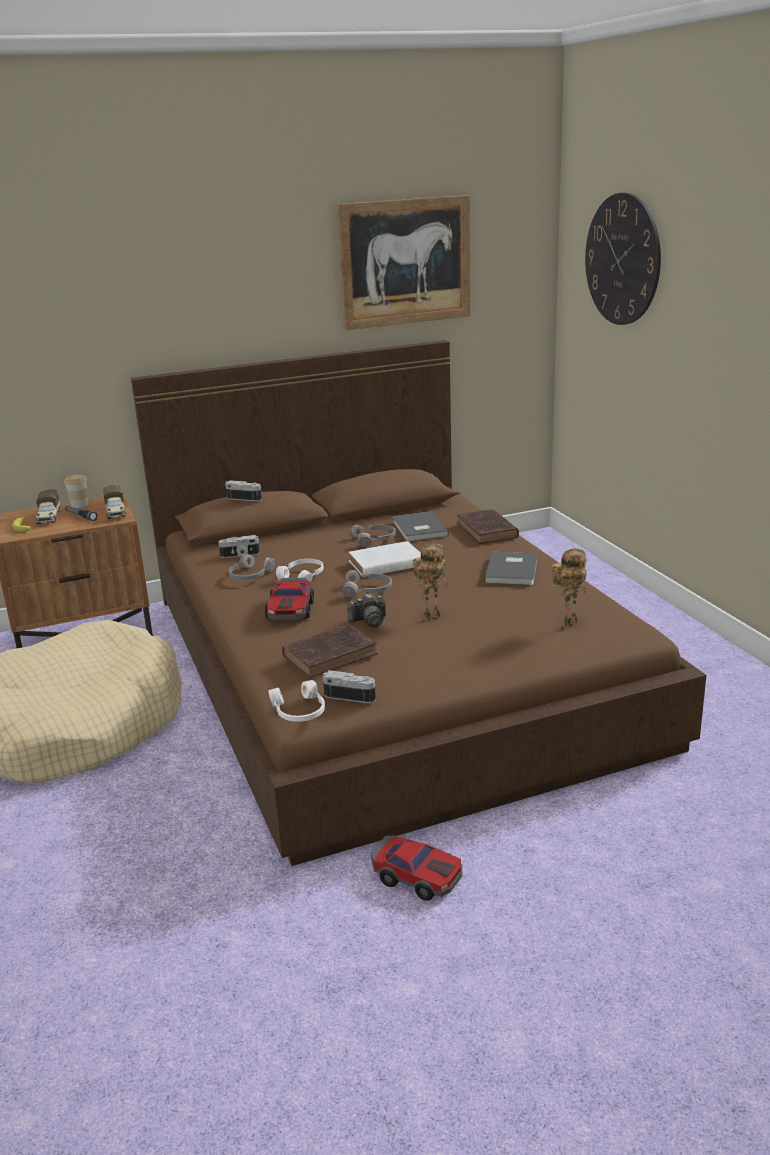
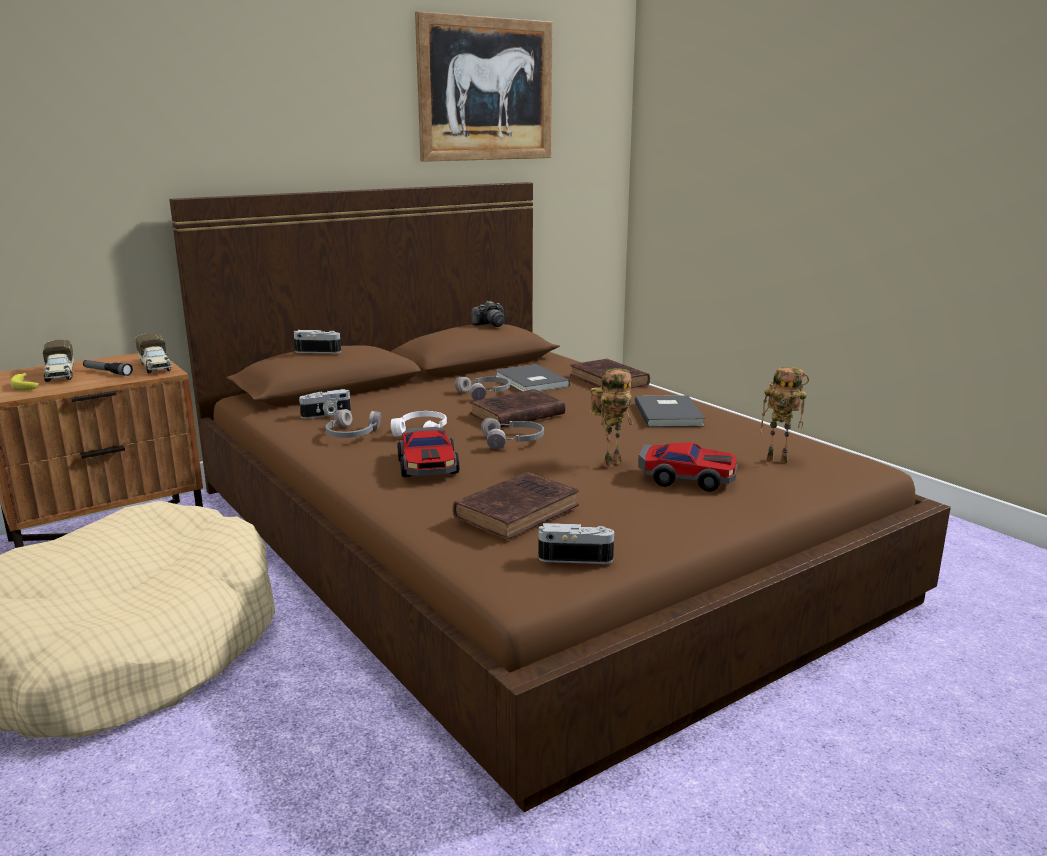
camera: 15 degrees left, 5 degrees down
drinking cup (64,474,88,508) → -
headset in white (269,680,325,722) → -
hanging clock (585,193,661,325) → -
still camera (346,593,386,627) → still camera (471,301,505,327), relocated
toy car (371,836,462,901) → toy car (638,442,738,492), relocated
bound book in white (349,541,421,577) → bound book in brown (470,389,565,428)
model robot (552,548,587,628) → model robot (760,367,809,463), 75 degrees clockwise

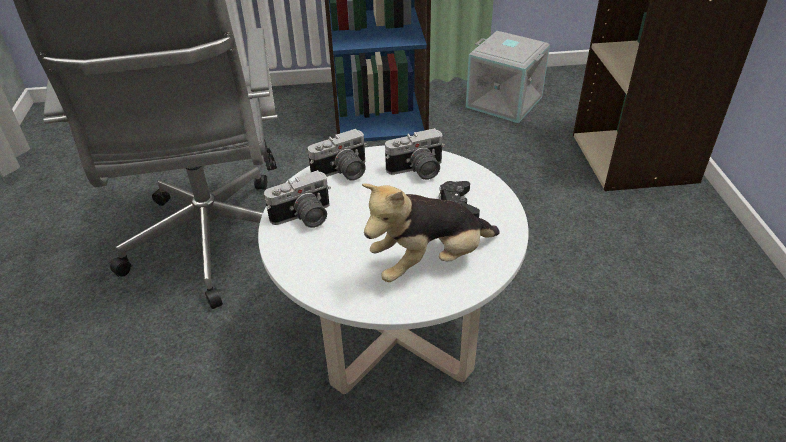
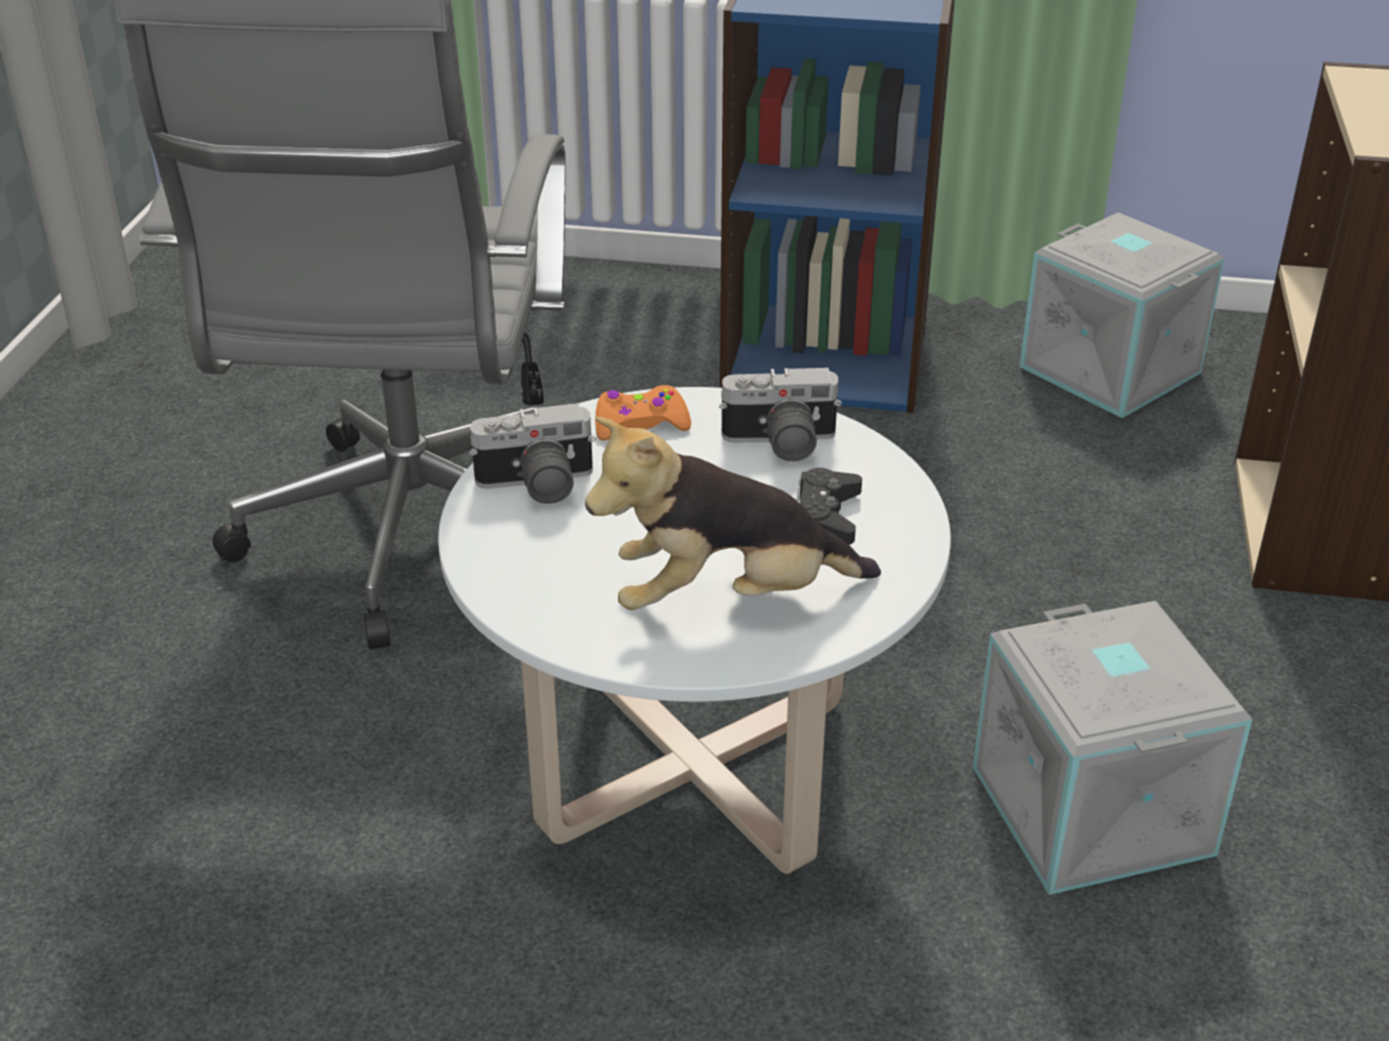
camera: 15 degrees right, 5 degrees down
- → storage bin in gray (973,601,1253,895)
still camera (308,129,367,181) → game controller in orange (595,385,691,440)

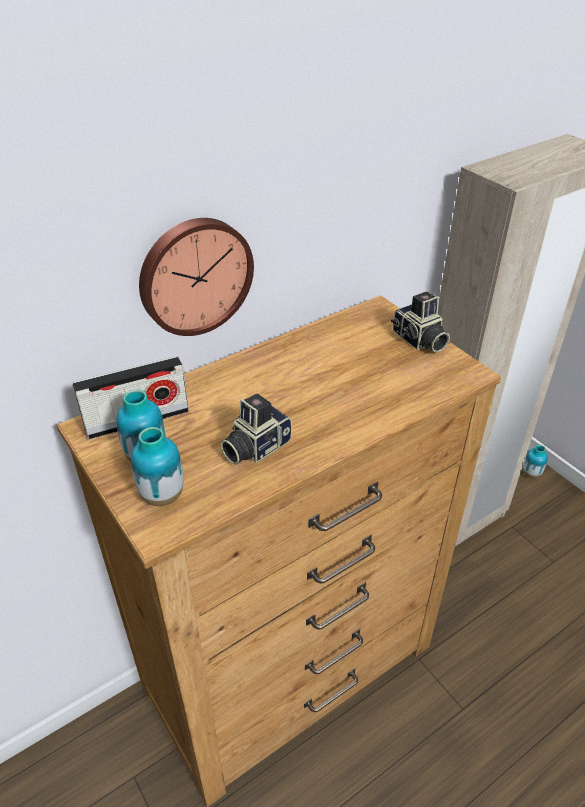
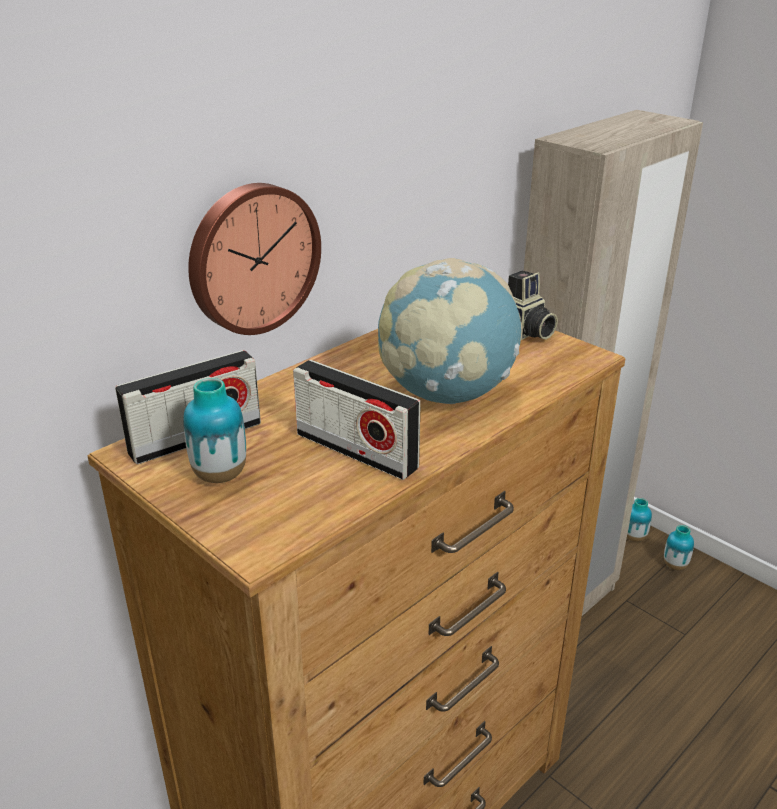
camera: 10 degrees left, 10 degrees down
- → desk globe (378,258,523,404)
vase (131,427,183,506) → vase (664,525,694,570), relocated
still camera (220,393,292,465) → radio set (293,360,420,480)

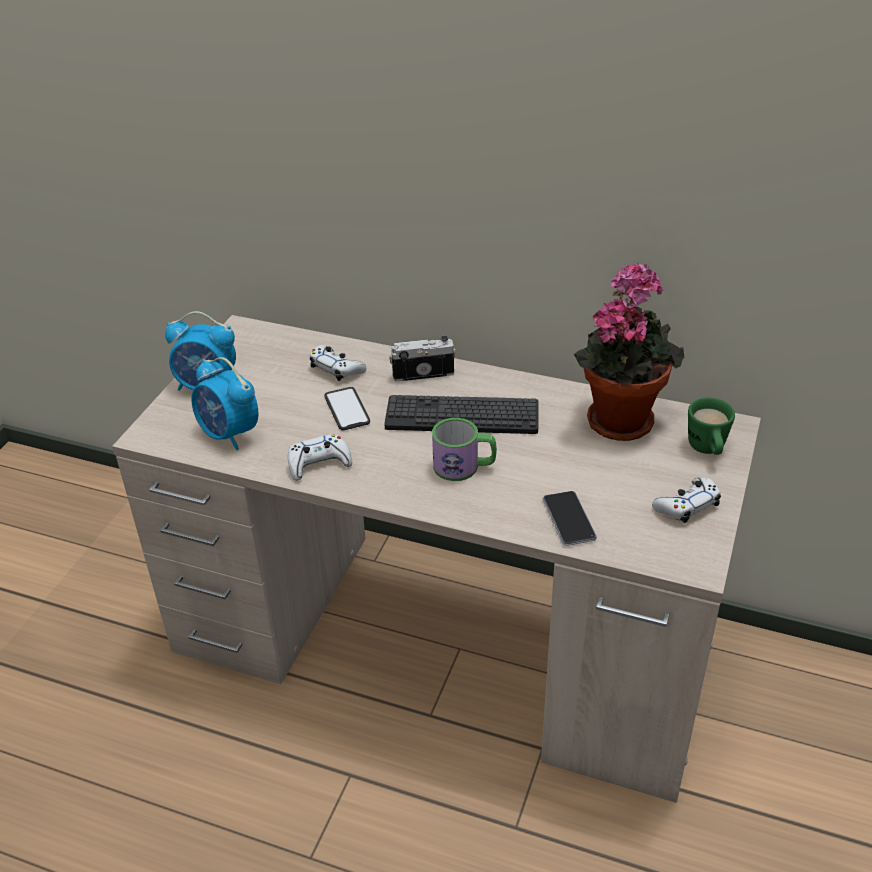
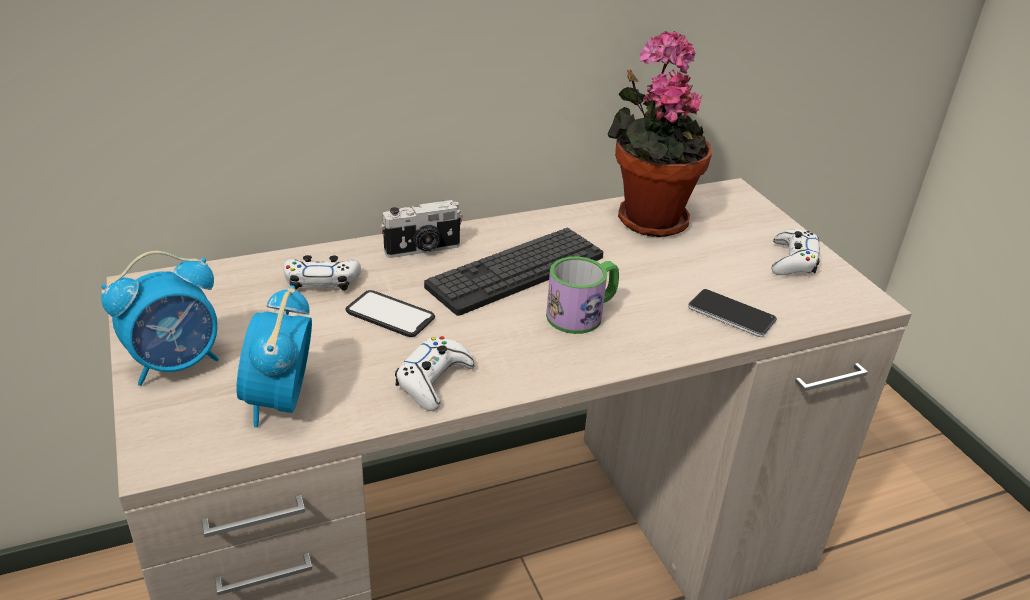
camera: 45 degrees left, 5 degrees down
coffee mug in green (688,397,735,455) → -
table clock (191,357,259,450) → table clock (236,285,312,428), 90 degrees clockwise
still camera (389,335,456,382) → still camera (380,200,463,258), 150 degrees counterclockwise

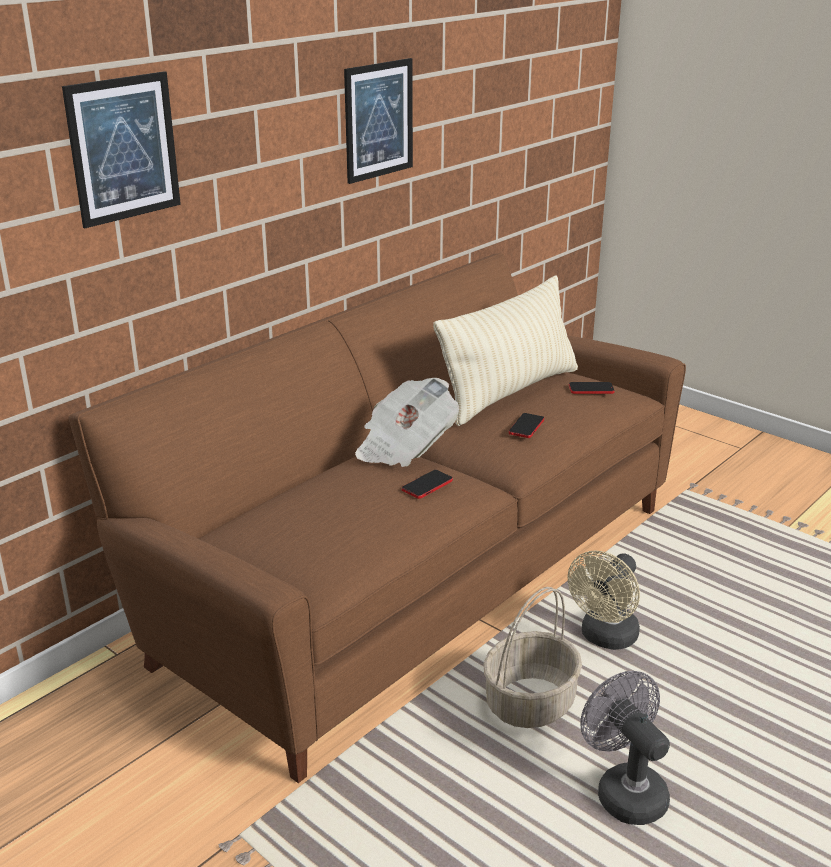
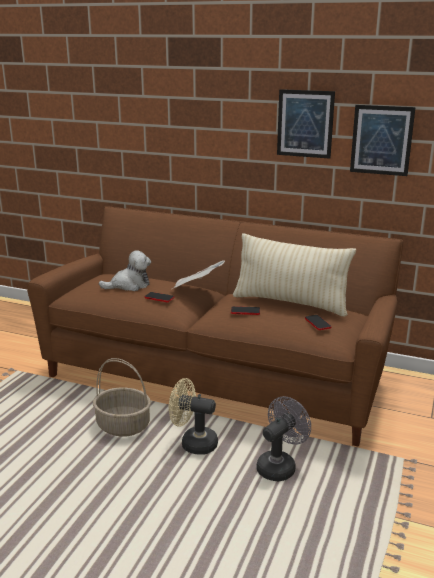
camera: 70 degrees right, 5 degrees down
- → plush toy (99,250,151,291)
wall picture (62,71,181,228) → wall picture (350,105,416,176), relocated
fan in gray (581,671,670,825) → fan in gray (257,396,311,481), relocated

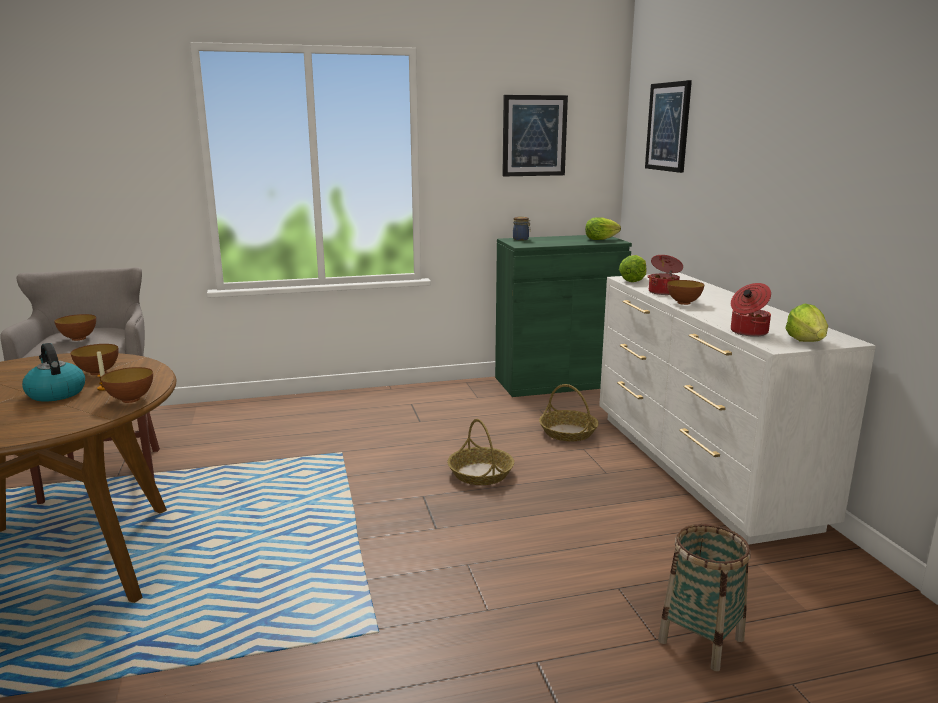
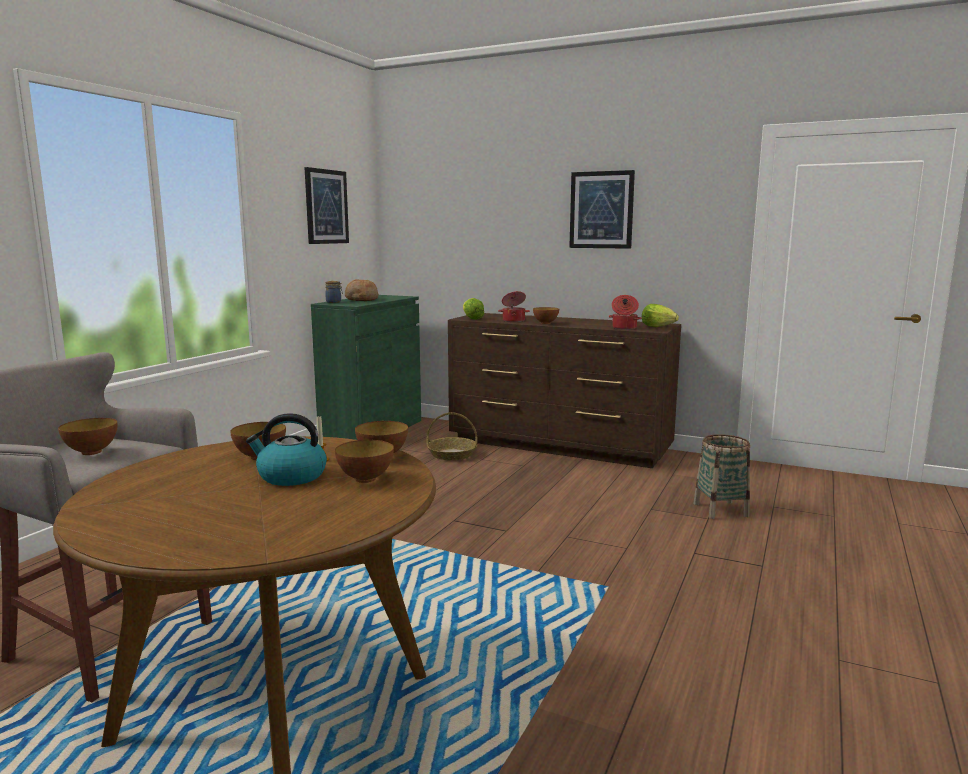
camera: 50 degrees left, 5 degrees down
basket (447,419,514,485) → -
head of lettuce (585,217,621,240) → -
- → deep dish (335,440,394,483)
- → baked bread (345,279,378,301)
wall picture (645,80,692,173) → wall picture (569,170,635,249), relocated
chest of drawers in white (599,273,876,545) → chest of drawers in brown (448,313,681,468)

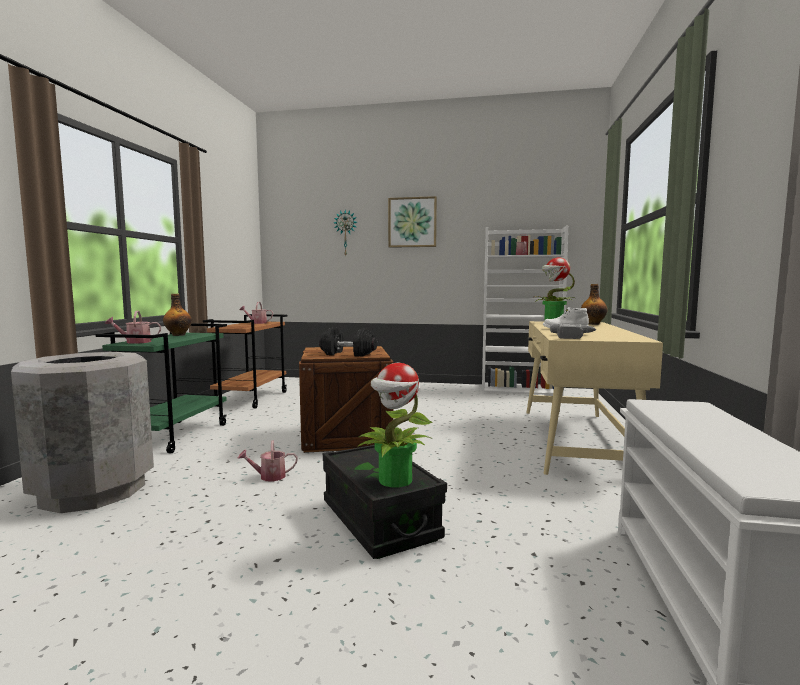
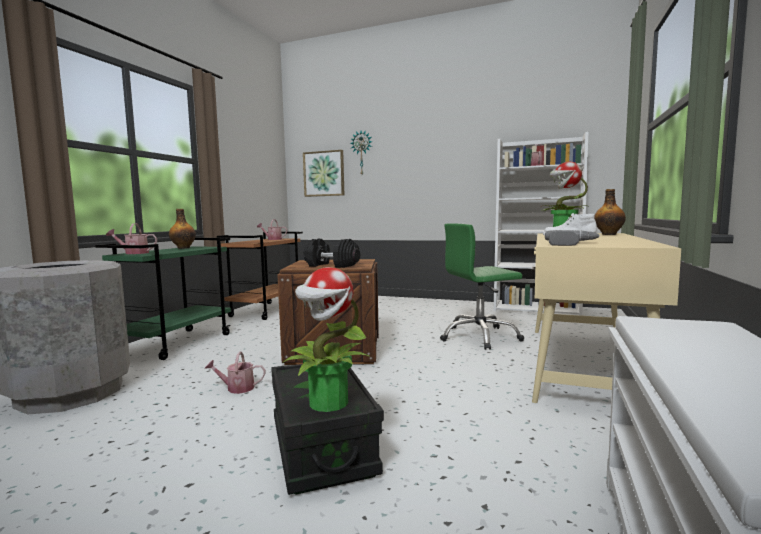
camera: 10 degrees right, 0 degrees up
- → computer chair in green (440,223,524,350)
wall picture (388,196,437,248) → wall picture (303,150,344,197), relocated

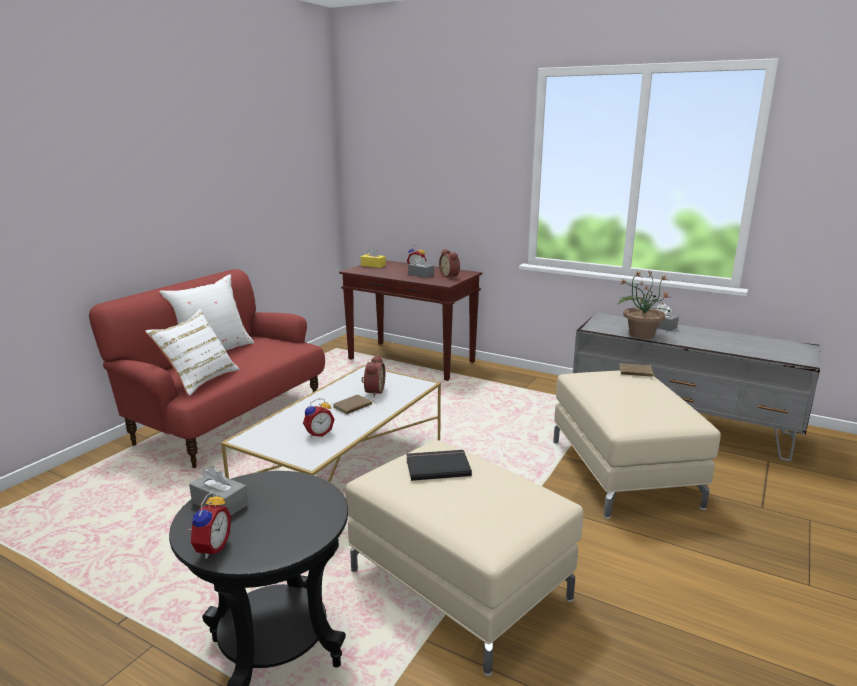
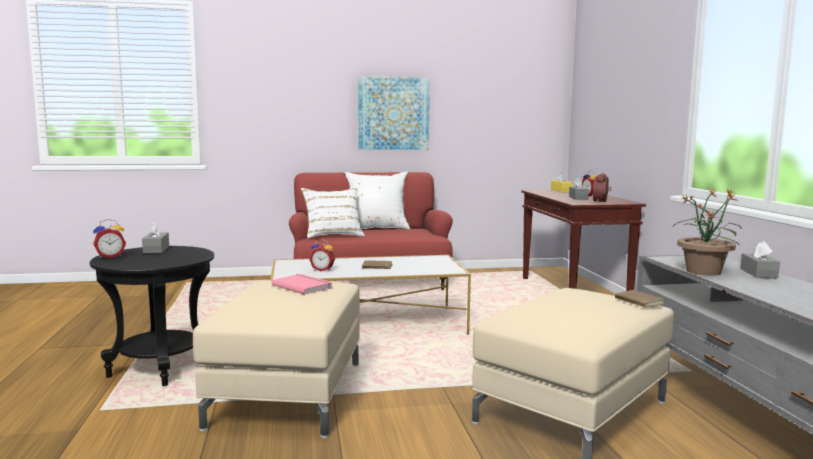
camera: 50 degrees right, 10 degrees down
table clock (362,355,385,397) → -
- → wall picture (358,76,430,150)
bound book in black (406,450,472,481) → bound book in pink (272,274,333,295)

